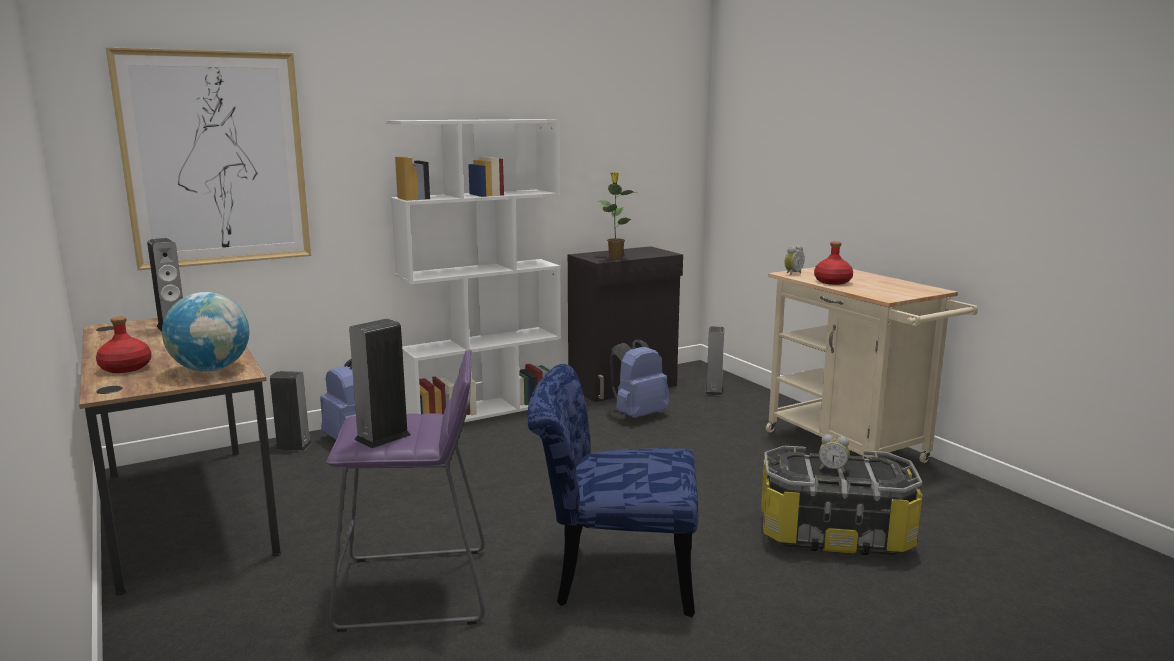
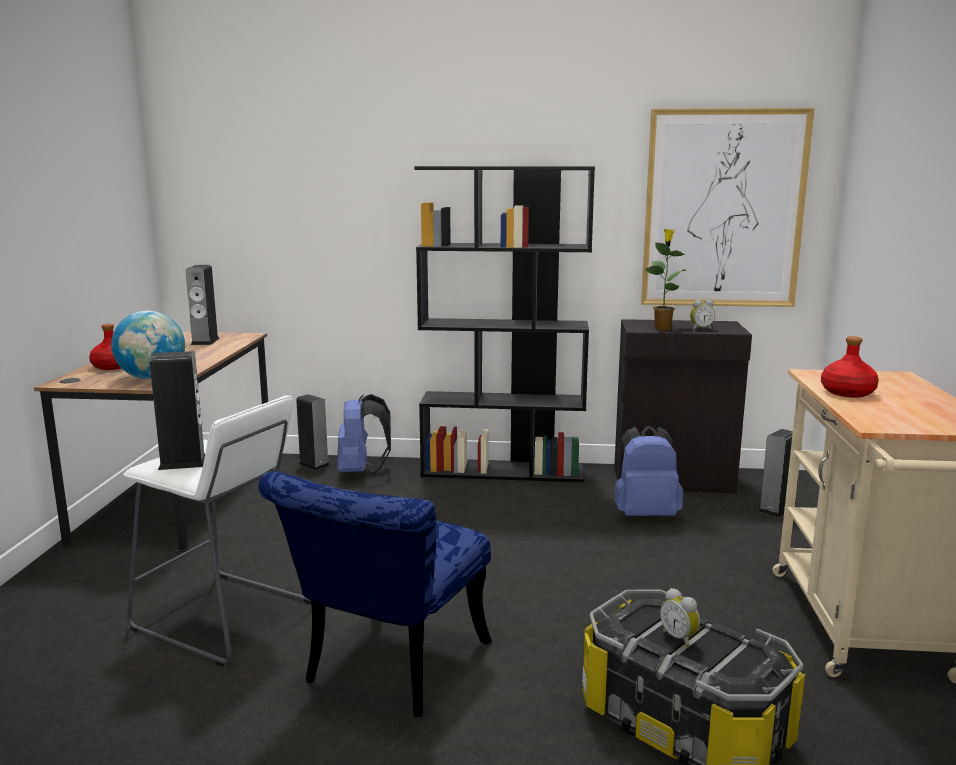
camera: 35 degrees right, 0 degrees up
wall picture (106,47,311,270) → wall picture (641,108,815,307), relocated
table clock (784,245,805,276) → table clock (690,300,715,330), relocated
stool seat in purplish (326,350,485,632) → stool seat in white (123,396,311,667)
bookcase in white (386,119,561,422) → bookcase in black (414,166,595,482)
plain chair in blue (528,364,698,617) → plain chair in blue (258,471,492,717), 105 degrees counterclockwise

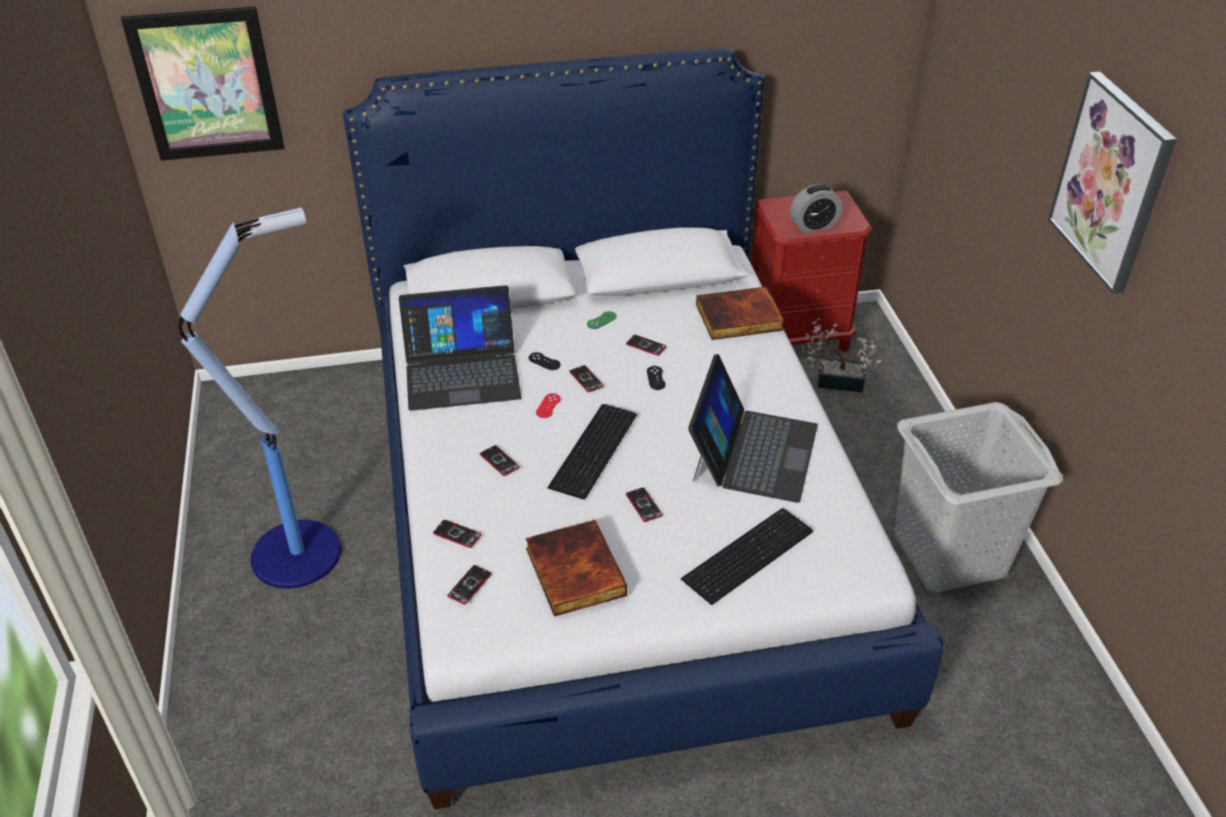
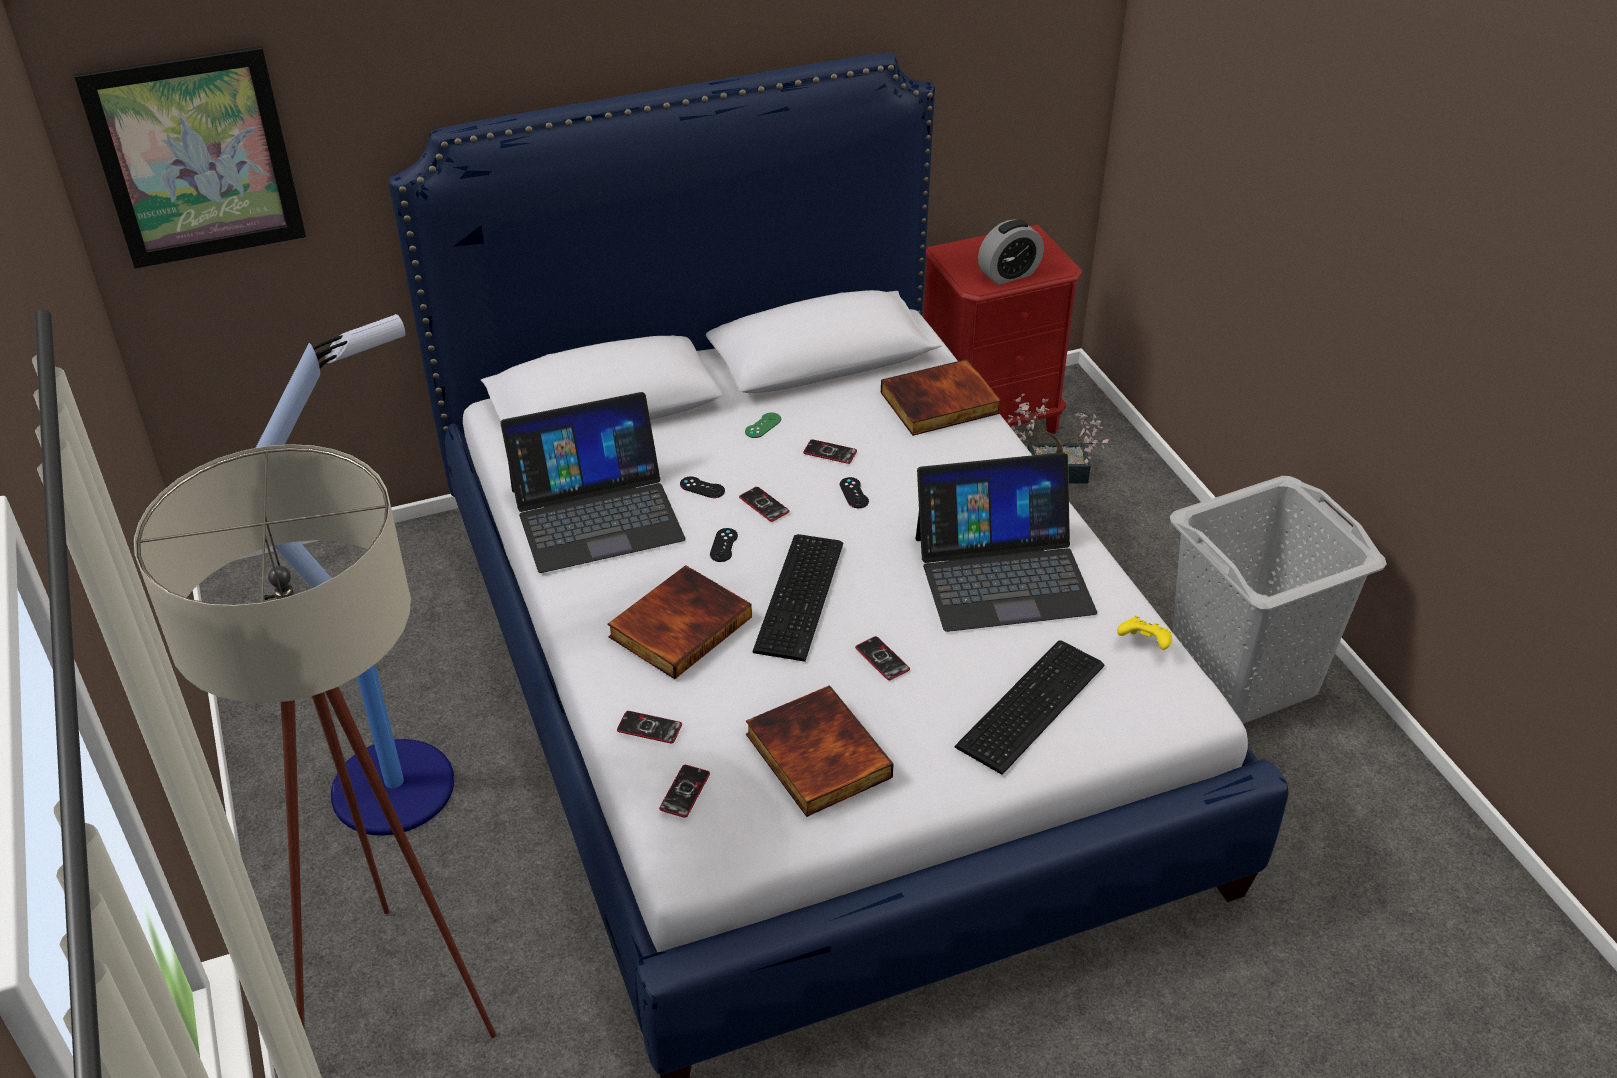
camera: 10 degrees left, 0 degrees up
wall picture (1048,72,1177,294) → -
- → standard lamp in beige (134,444,496,1038)
- → game controller in yellowish (1117,616,1172,650)
phone (480,445,520,476) → bound book (607,565,752,679)
game controller in red (536,393,561,418) → game controller in black (710,528,738,562)
portable computer (688,354,818,503) → portable computer (916,452,1097,632), 75 degrees clockwise

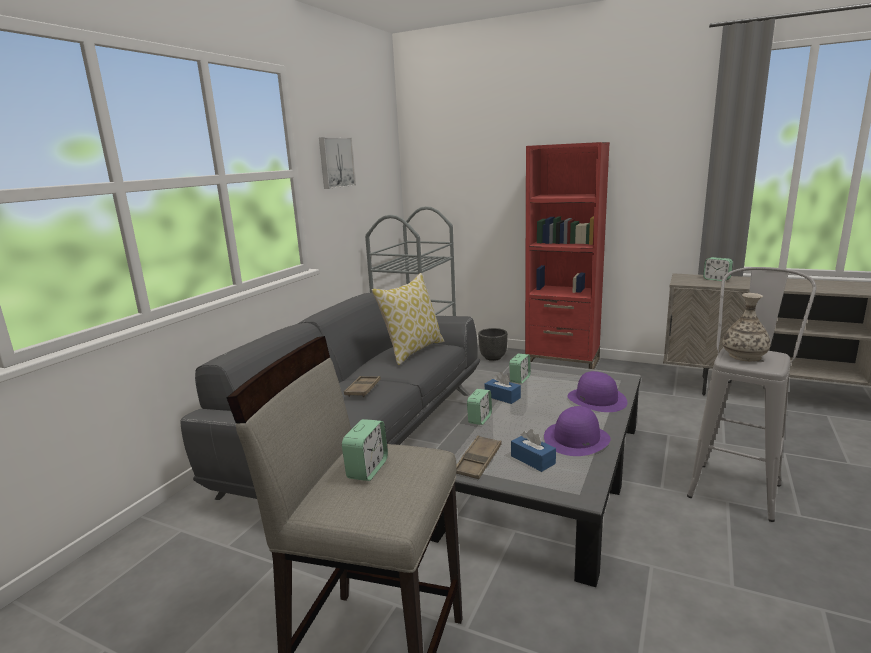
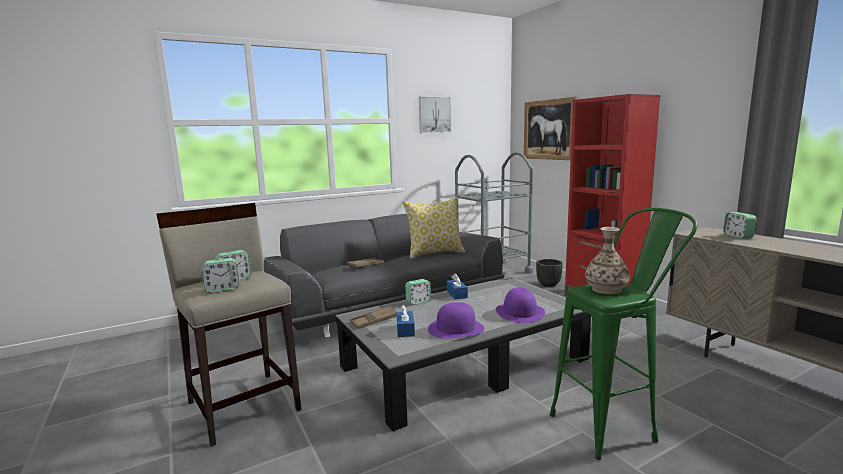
camera: 35 degrees right, 5 degrees down
- → wall picture (524,97,577,160)
table clock (509,354,531,384) → table clock (202,258,240,292), relocated
stool seat in gray (687,267,816,522) → stool seat in green (550,208,697,460)

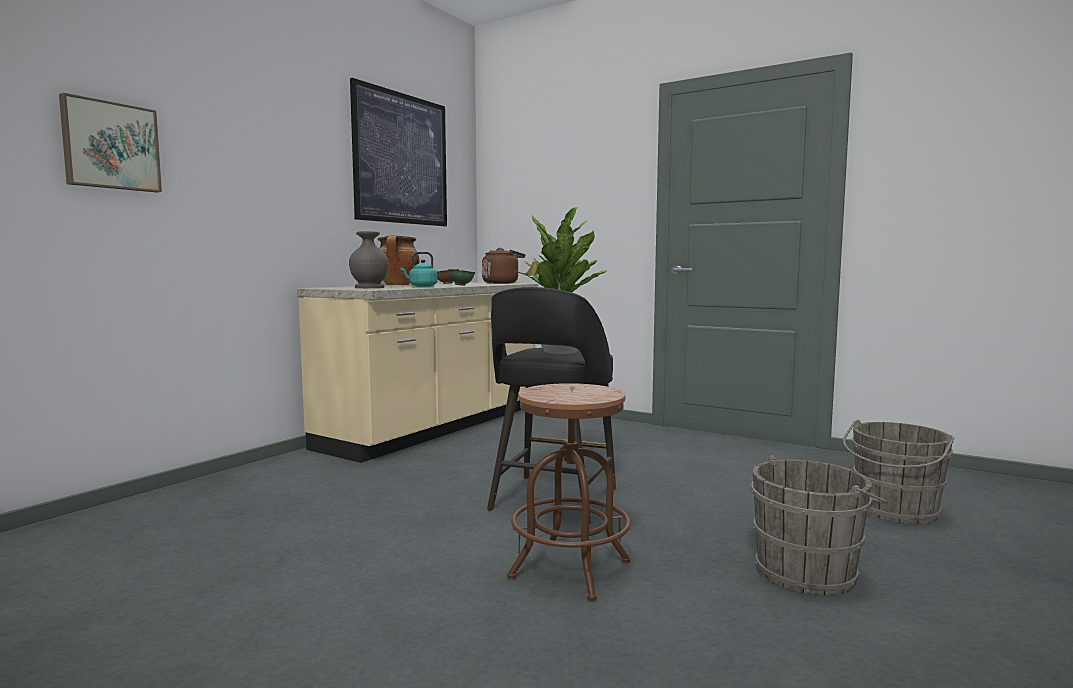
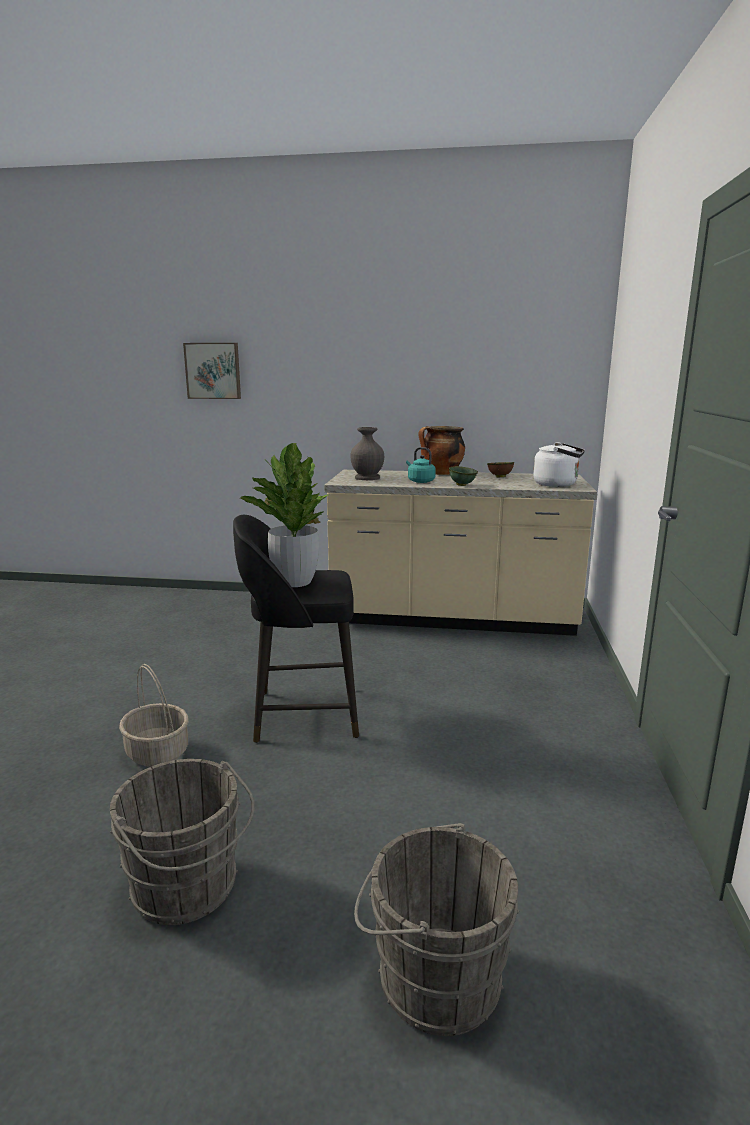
camera: 65 degrees right, 10 degrees up
wall picture (350,78,447,226) → -
stool seat in brown (507,383,631,601) → basket (119,664,189,767)
water kettle in brown (482,248,525,284) → water kettle in white (533,442,585,487)

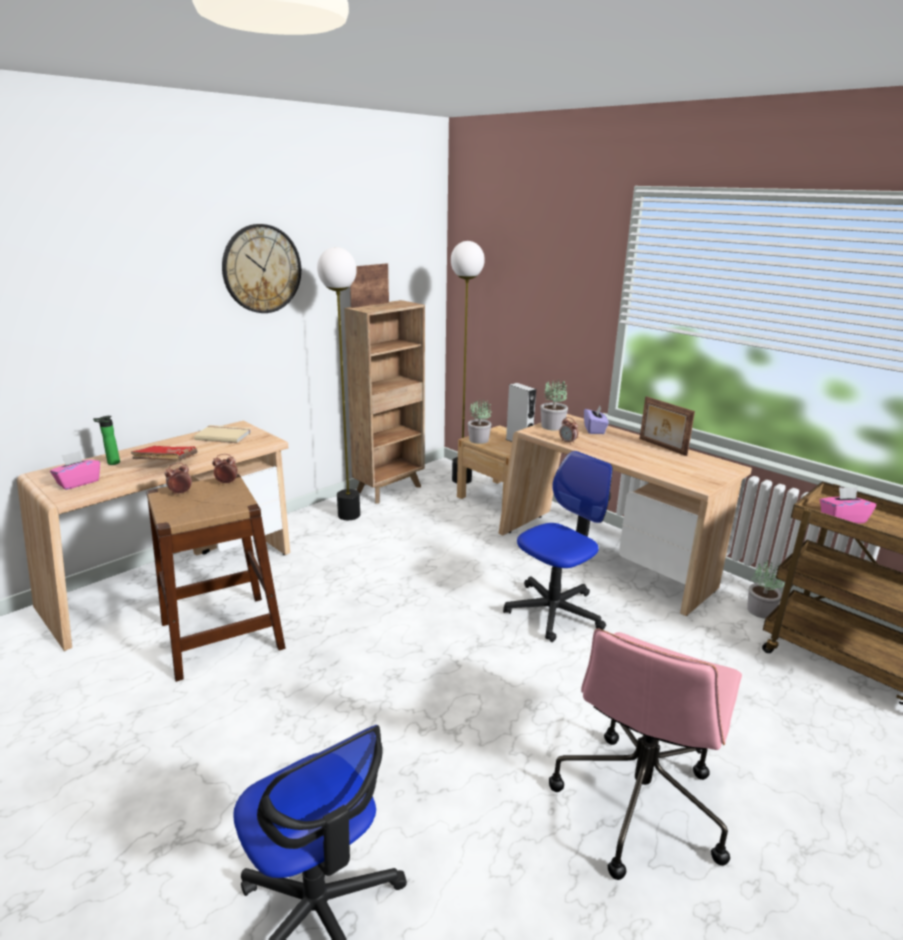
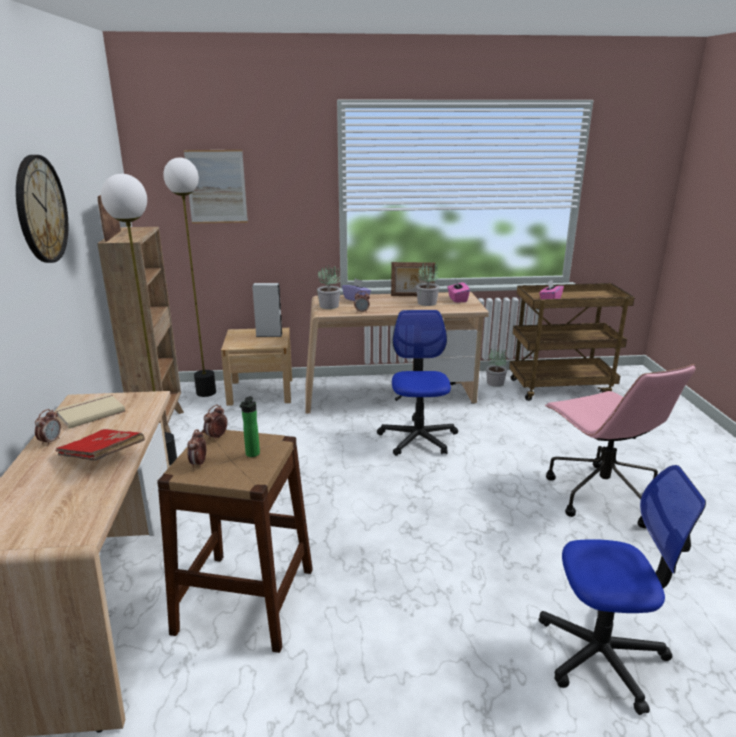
camera: 50 degrees left, 0 degrees up
- → table clock (35,409,61,446)
- → wall picture (184,150,248,223)
tissue box in pink (50,451,100,490) → tissue box in pink (447,279,470,303), relocated
drink bottle (93,416,120,465) → drink bottle (240,396,260,457), relocated
potted plant (468,399,492,444) → potted plant (416,262,439,306), relocated

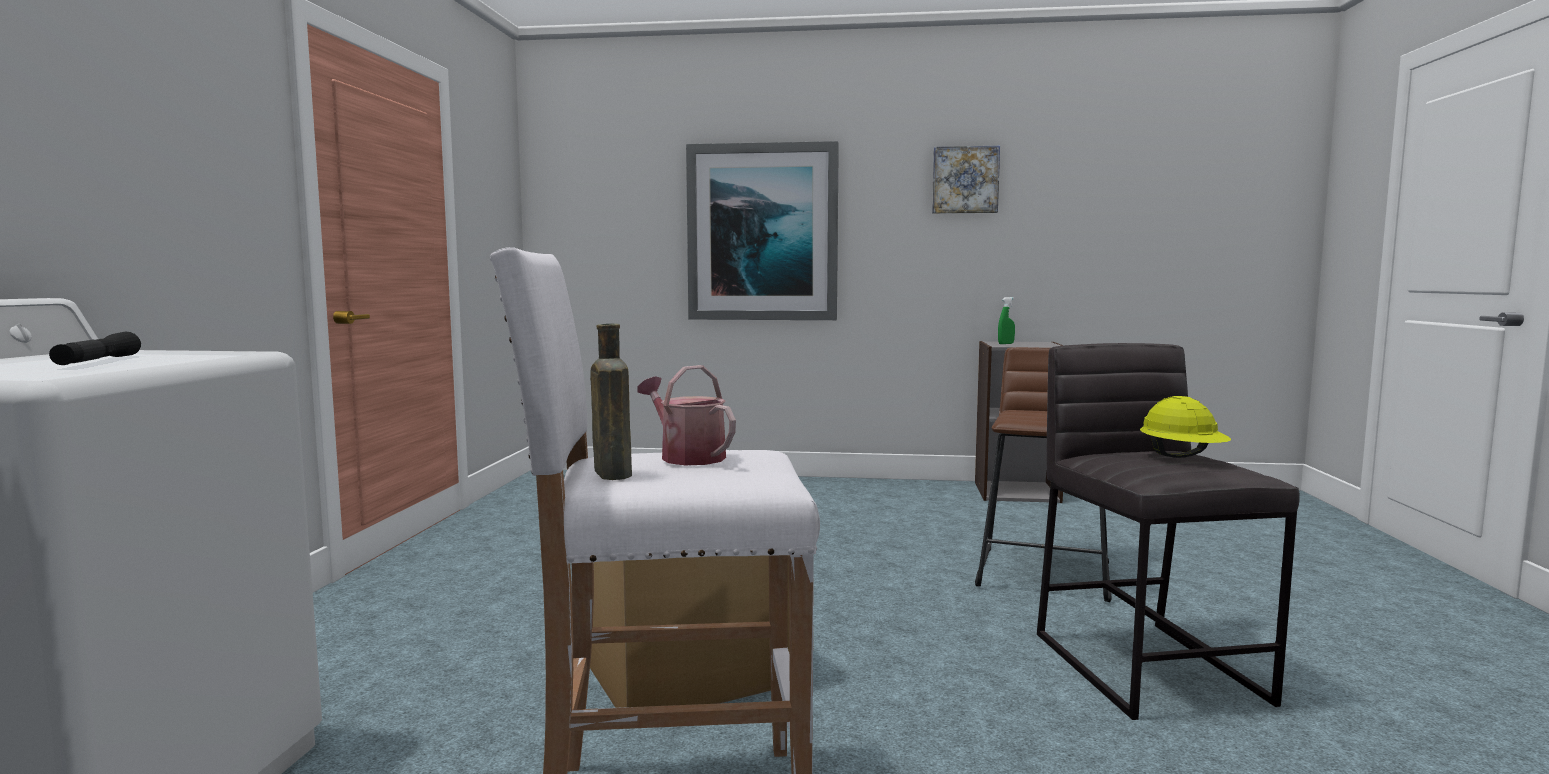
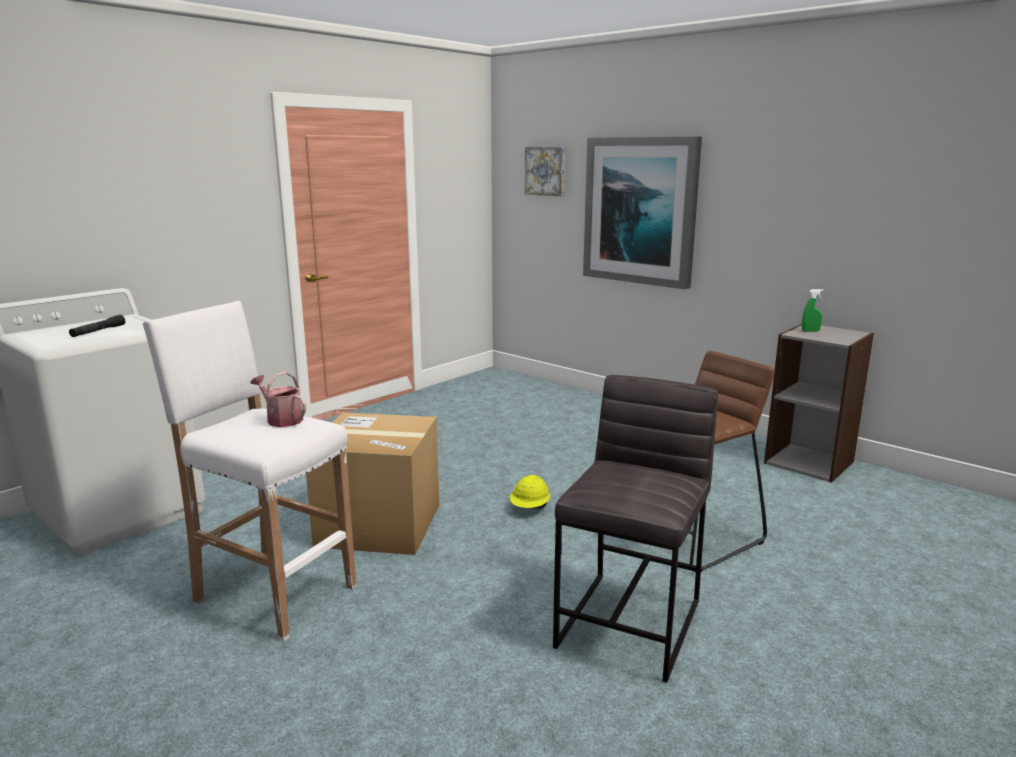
camera: 35 degrees right, 10 degrees up
drink bottle in brown (590,324,632,480) → -
wall picture (932,146,1000,213) → wall picture (525,147,565,196), relocated
safety helmet in yellowish (1140,396,1231,458) → safety helmet in yellowish (510,475,550,509), relocated
sprinkling can (637,365,736,465) → sprinkling can (251,372,306,427), 45 degrees counterclockwise

